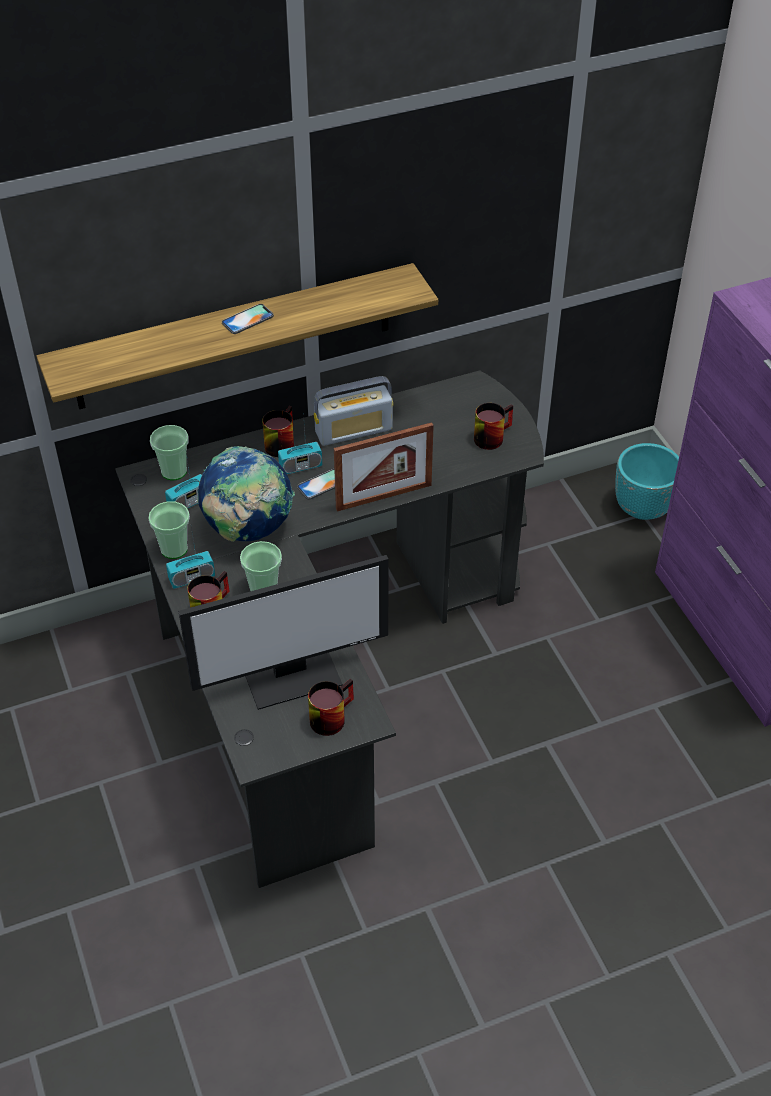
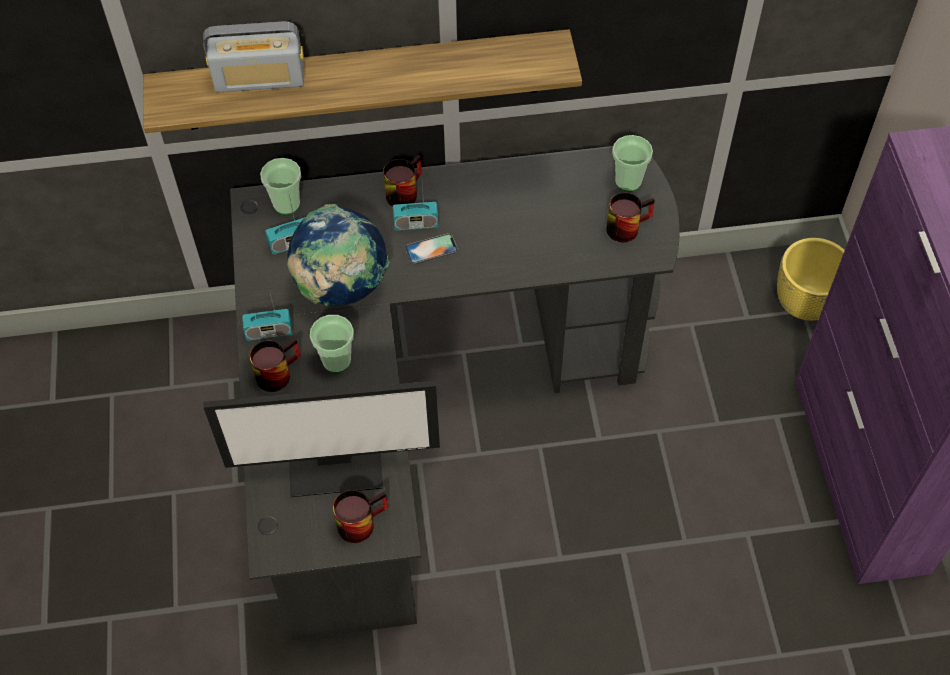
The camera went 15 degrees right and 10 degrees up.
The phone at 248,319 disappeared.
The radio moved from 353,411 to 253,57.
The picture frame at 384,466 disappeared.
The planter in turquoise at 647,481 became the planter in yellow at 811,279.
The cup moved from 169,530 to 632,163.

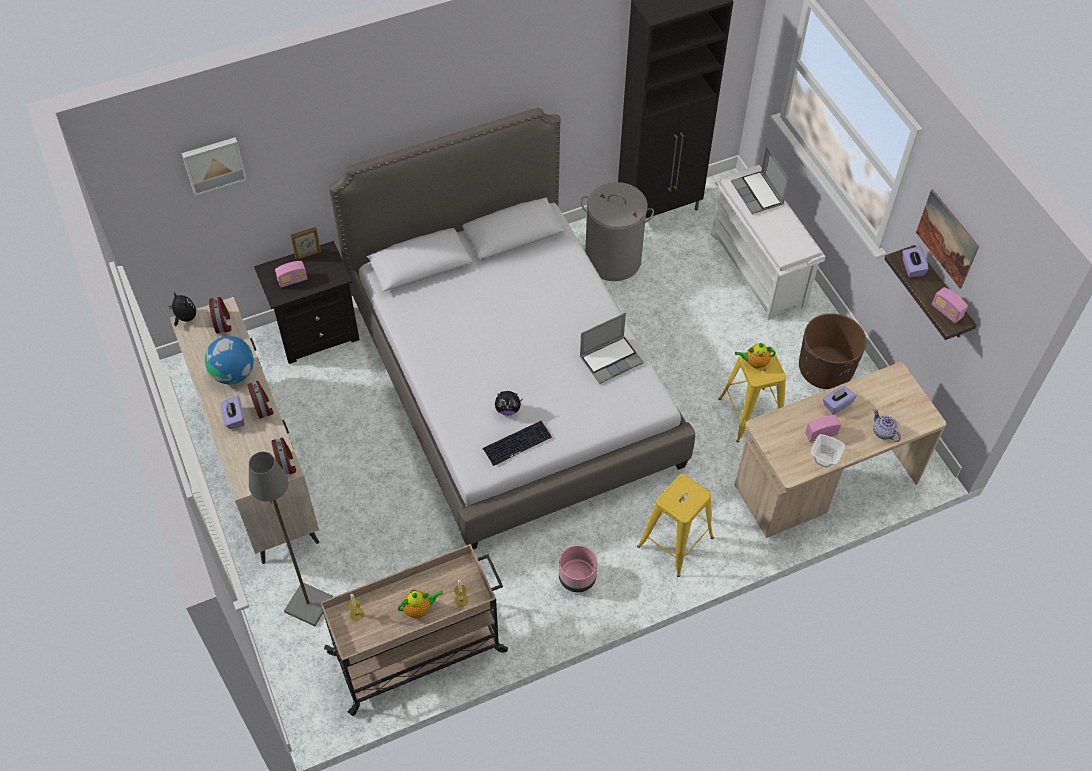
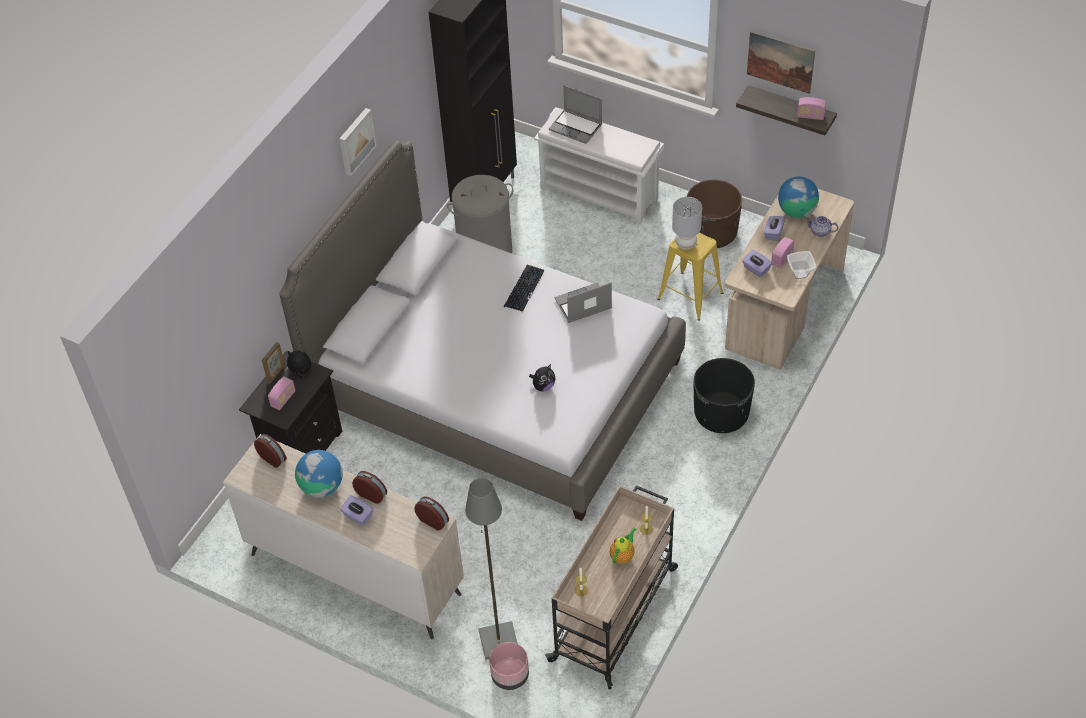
The camera went 35 degrees left and 5 degrees down.
The picture moved from 214,166 to 358,142.
The tissue box in purple moved from 915,261 to 757,263.
The plush toy moved from 182,308 to 297,364.
The laptop at 611,348 turned 135 degrees counterclockwise.
The teapot at 755,355 was replaced by the table lamp in grey at 687,223.
The keyboard moved from 517,443 to 524,288.
The stool in yellow at 675,525 was replaced by the planter in black at 724,395.
The planter in pink moved from 578,568 to 509,666.
The globe at 798,197 appeared.

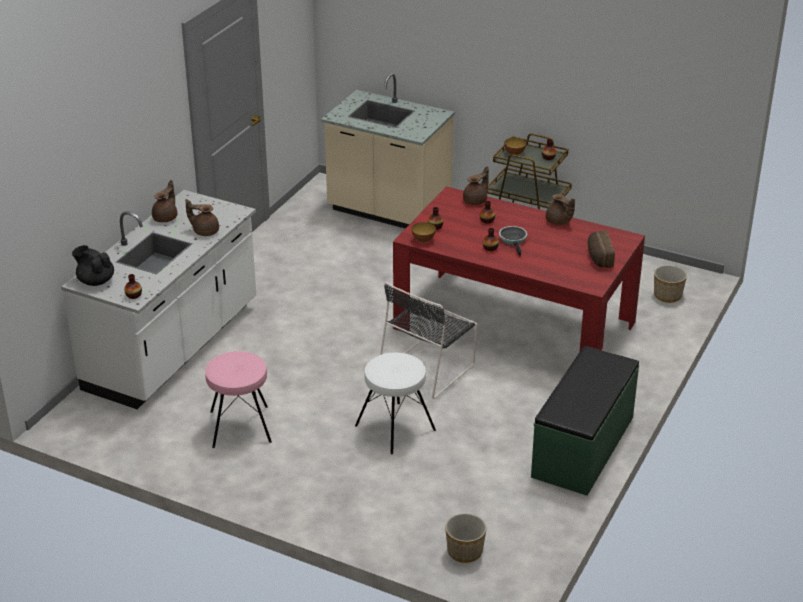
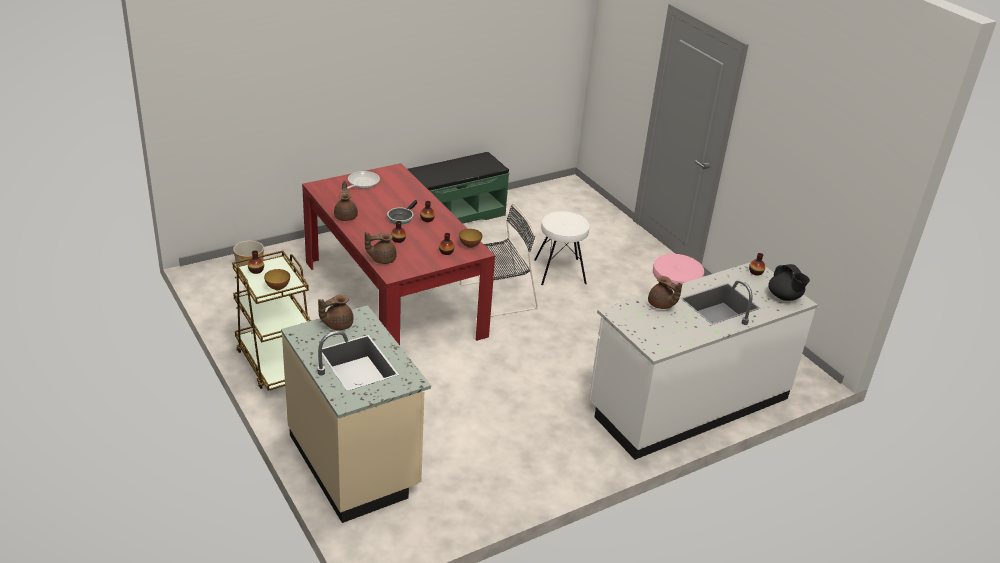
The camera went 150 degrees left and 0 degrees up.
The teapot in brown moved from 164,201 to 336,312.
The bread at 601,249 was replaced by the frying pan at 360,181.
The planter at 465,538 disappeared.

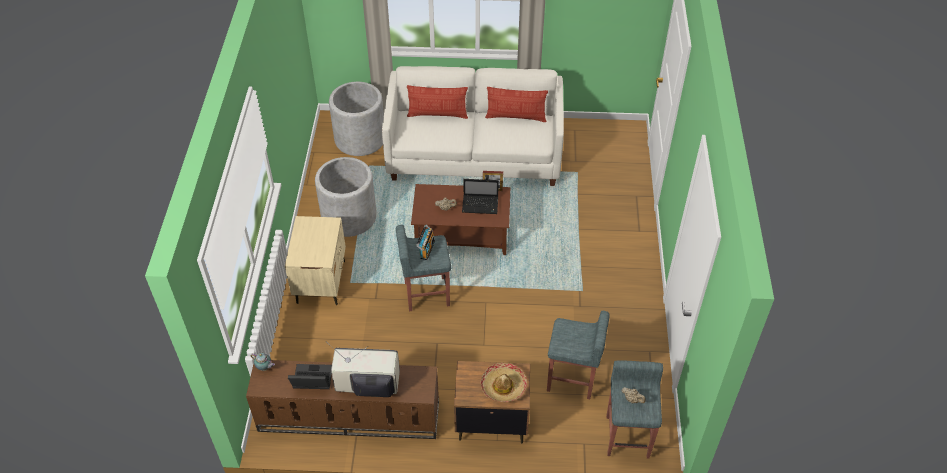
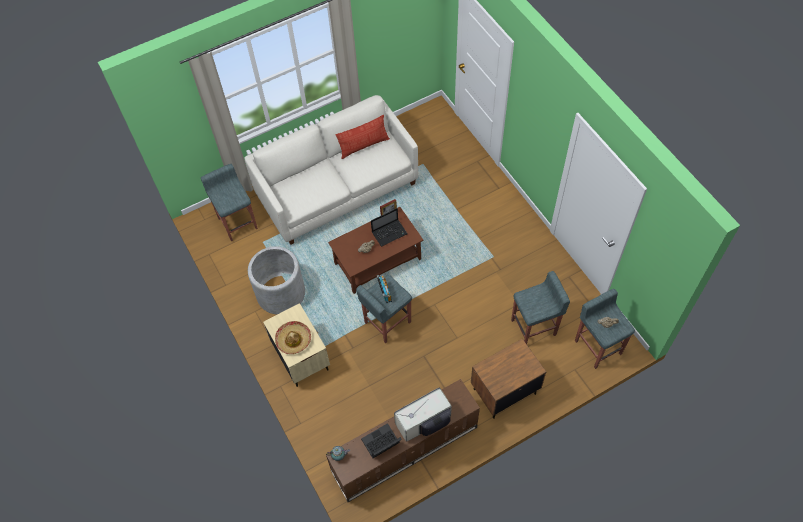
The camera went 30 degrees left and 10 degrees up.
The planter in grey at 356,119 was replaced by the stool in grey at 229,202.
The pillow at 437,102 disappeared.
The hat moved from 504,382 to 293,337.

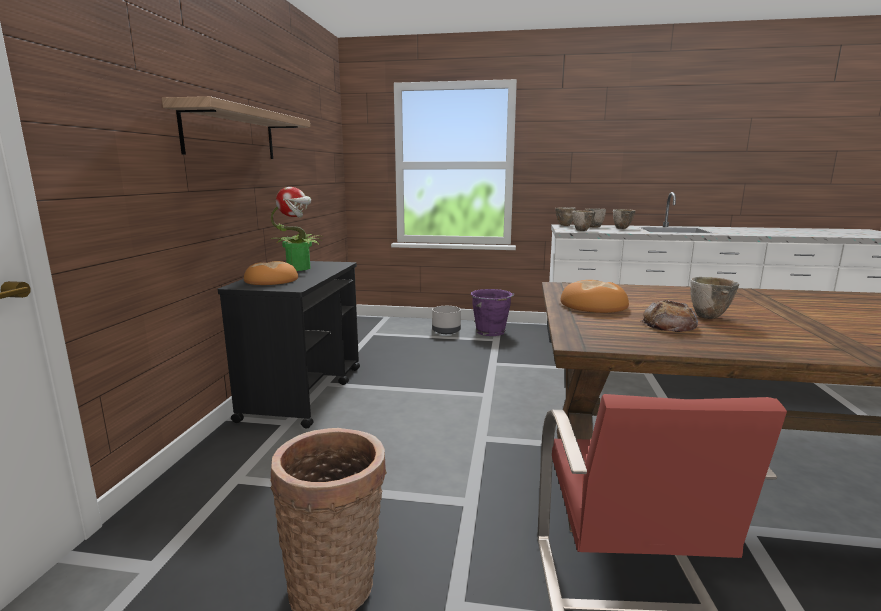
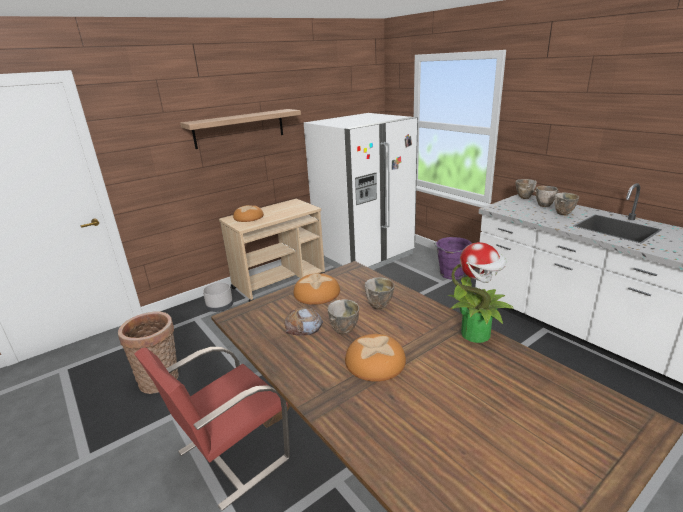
The camera went 45 degrees right and 10 degrees up.
The potted plant moved from 297,229 to 481,292.
The bowl moved from 584,220 to 379,293.
The cart in black at 289,345 became the cart in beige at 272,250.
The planter in grey moved from 446,320 to 218,297.
The fridge in white at 361,191 appeared.
The bread at 375,358 appeared.

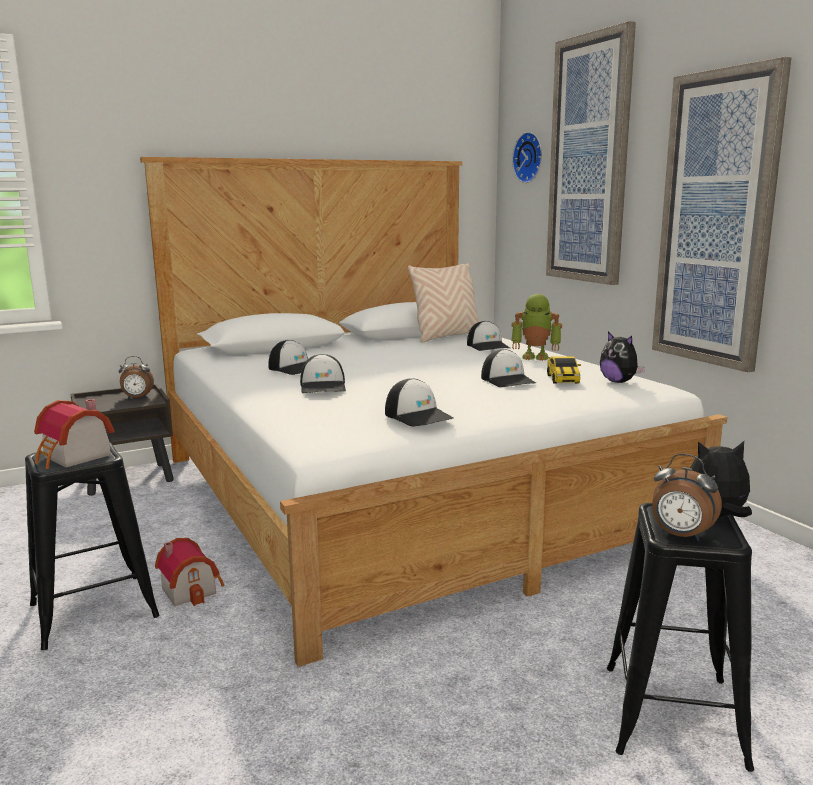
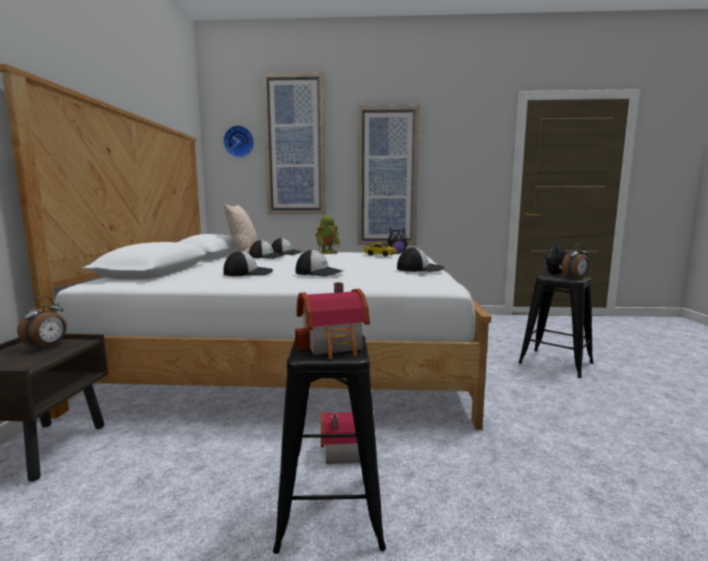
The camera went 60 degrees left and 5 degrees down.
The cap moved from 508,368 to 266,249.

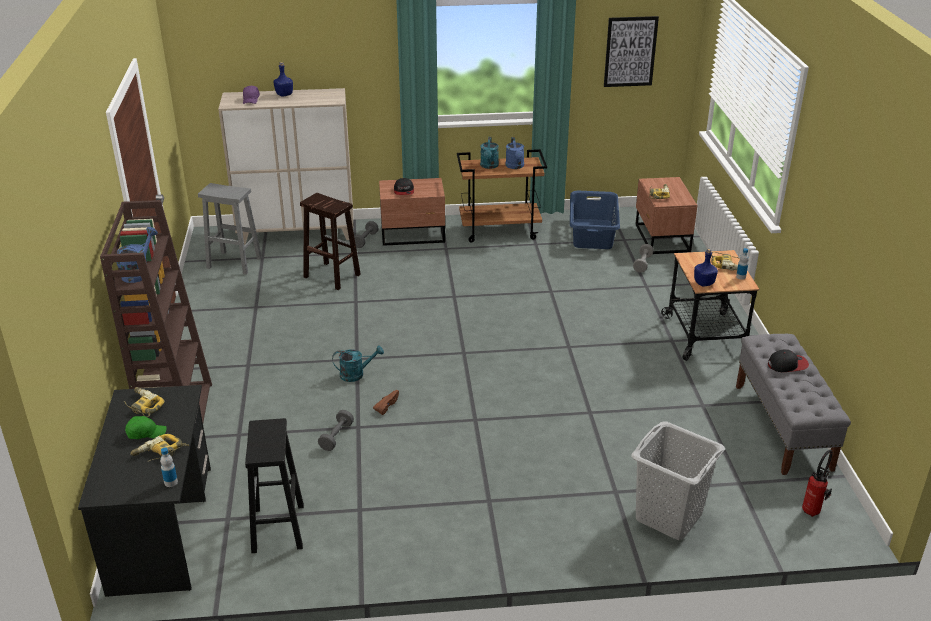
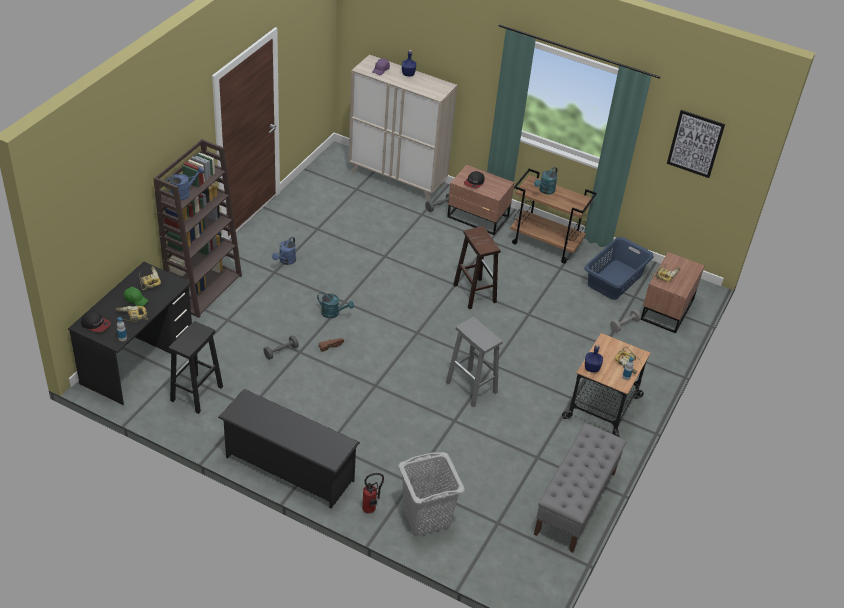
The camera went 30 degrees right and 10 degrees up.
The watering can in blue moved from 514,153 to 284,251.
The stool in grey moved from 230,229 to 474,362.
The stool in brown moved from 330,241 to 477,267.
The cap moved from 788,361 to 96,321.
The fire extinguisher moved from 817,483 to 373,493.
The shoe rack in black at 289,449 appeared.

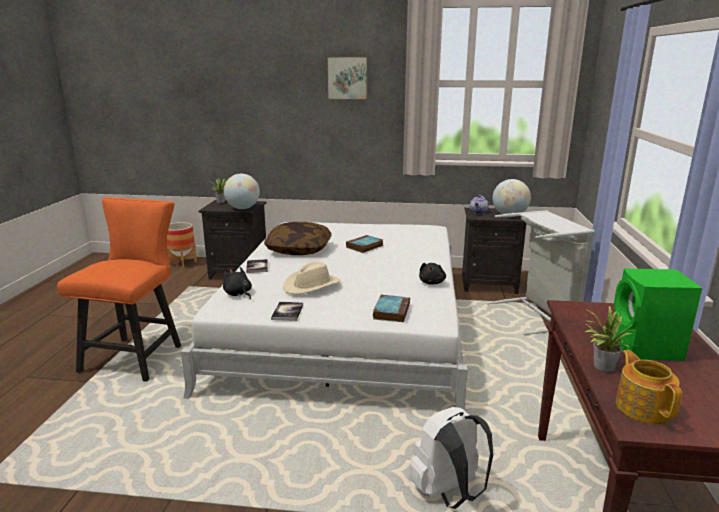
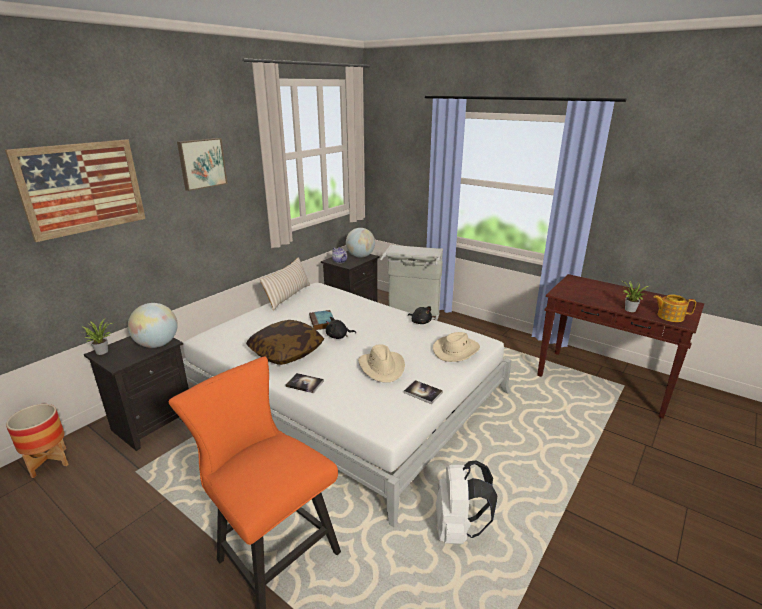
The camera went 60 degrees left and 5 degrees up.
The plush toy in black moved from 237,283 to 341,328.
The speaker in green at 657,314 disappeared.
The book at 391,308 was replaced by the hat in beige at 456,347.
The backpack in white moved from 451,458 to 466,502.
The picture at 75,190 appeared.
The pillow in beige at 285,284 appeared.

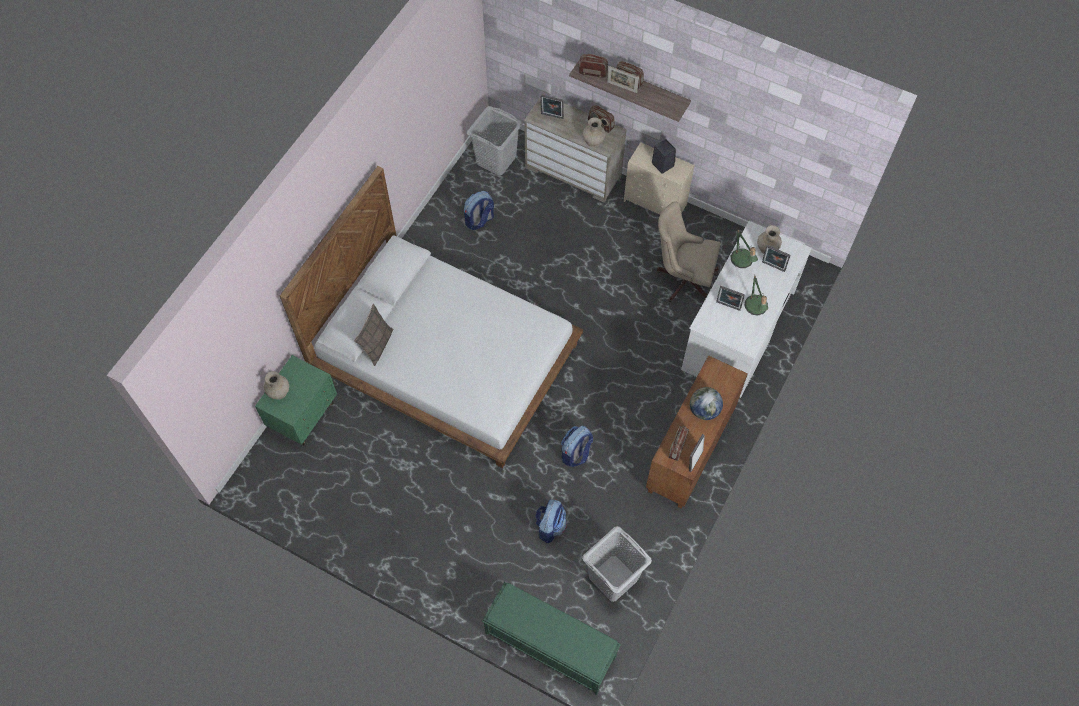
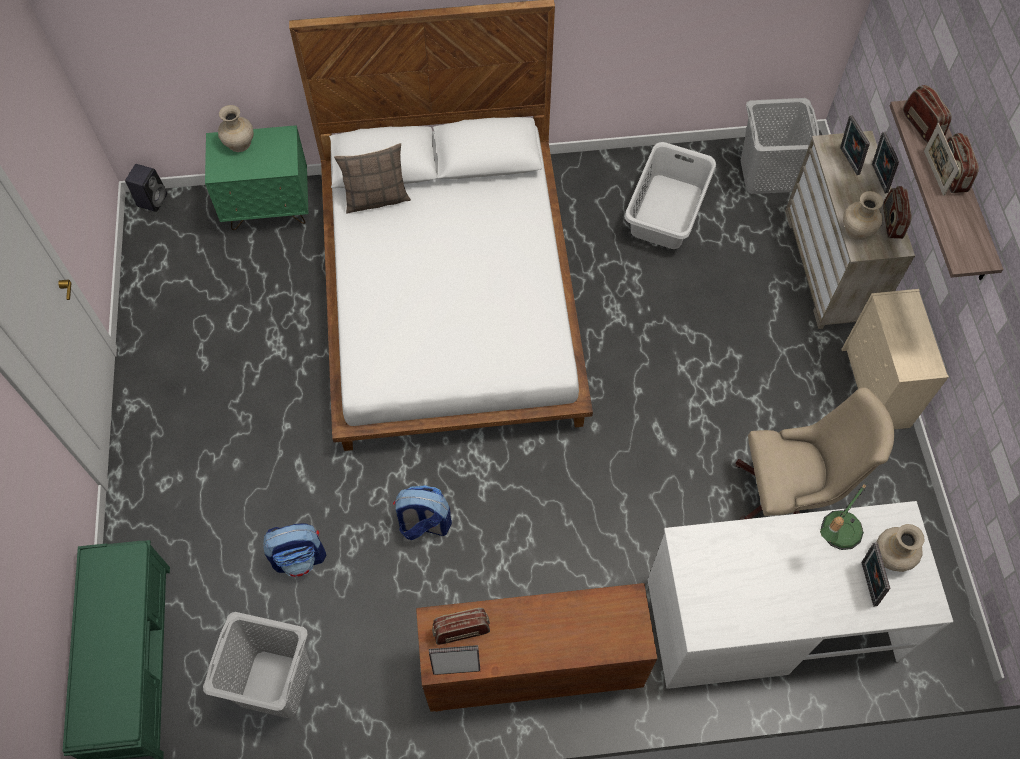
The camera went 55 degrees right and 0 degrees up.
The speaker in black moved from 664,156 to 146,188.
The backpack at 479,210 was replaced by the laundry basket in grey at 670,195.
The office chair in beige at 688,251 turned 105 degrees clockwise.
The table lamp at 756,295 disappeared.
The picture frame moved from 730,298 to 885,163.
The globe at 706,403 disappeared.

